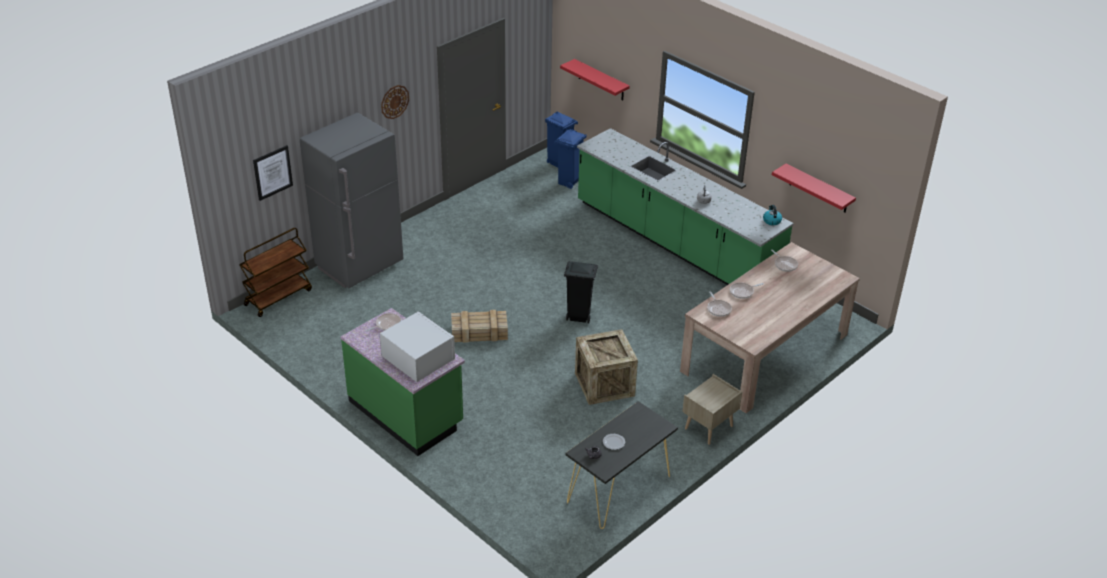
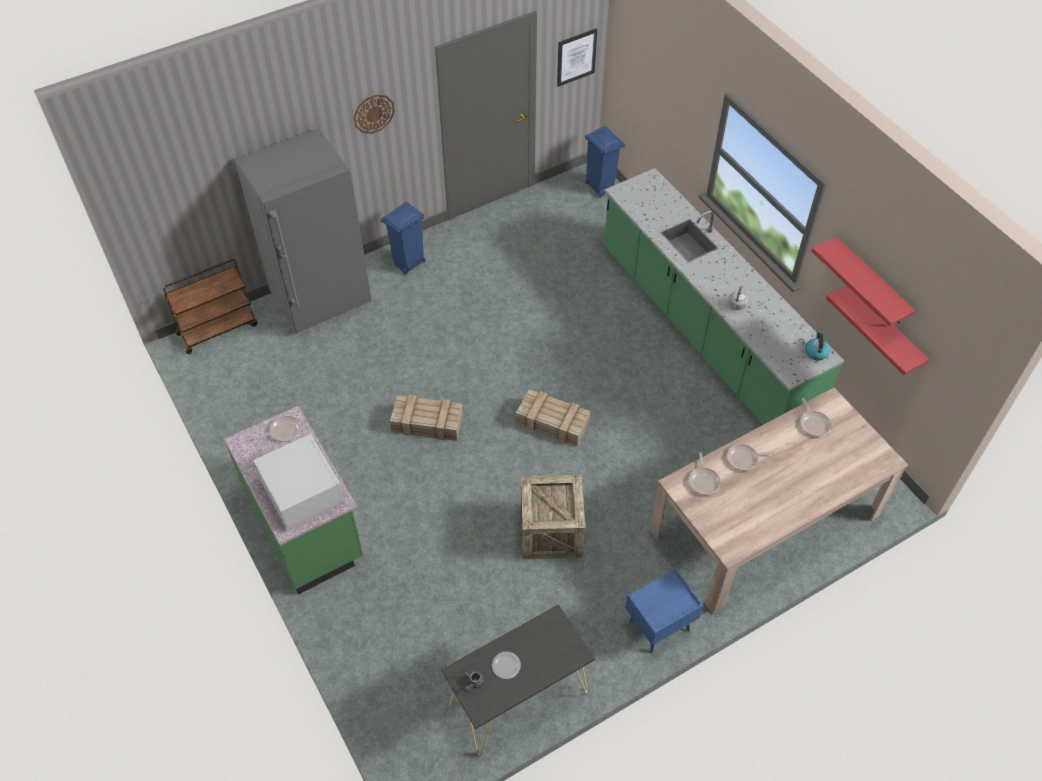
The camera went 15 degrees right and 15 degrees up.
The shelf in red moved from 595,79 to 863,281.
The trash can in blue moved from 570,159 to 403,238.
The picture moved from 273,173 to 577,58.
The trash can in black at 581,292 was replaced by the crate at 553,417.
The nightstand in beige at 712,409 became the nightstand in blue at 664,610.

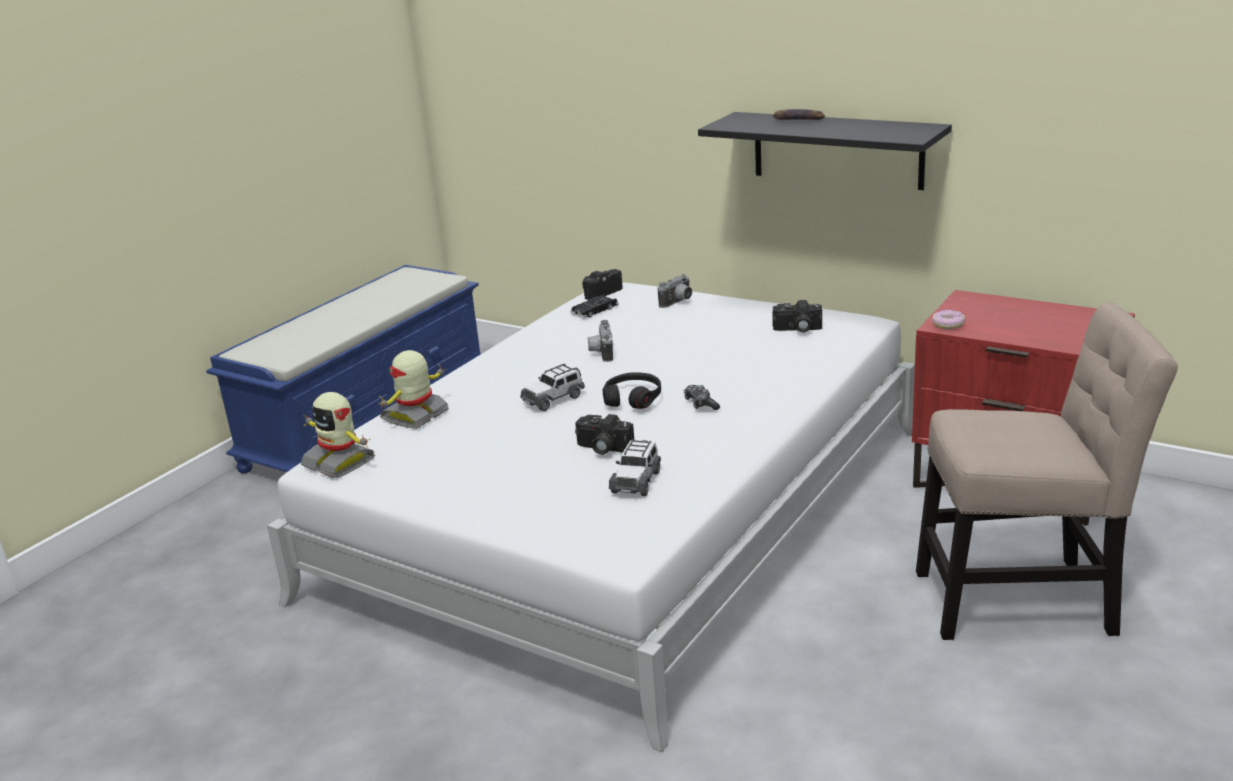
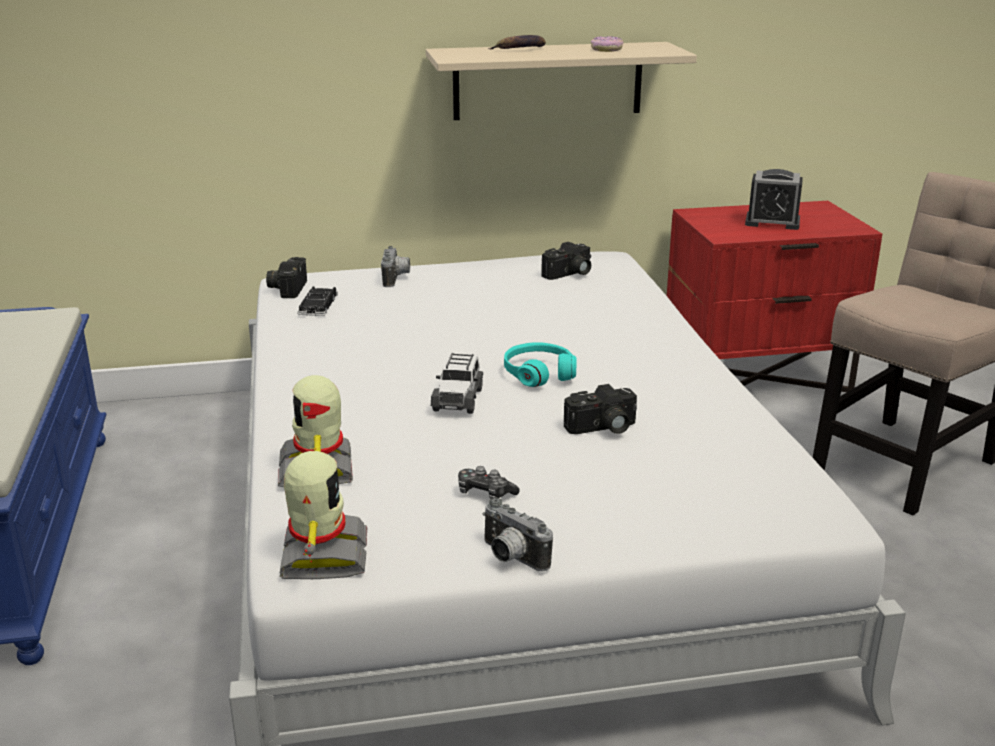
The camera went 45 degrees left and 0 degrees up.
The shelf in black at 825,151 became the shelf in beige at 561,81.
The donut moved from 948,319 to 607,44.
The photo camera moved from 600,341 to 518,535.
The headphones in black at 632,390 became the headphones in turquoise at 540,364.
The game controller moved from 702,397 to 489,482.
The toy robot at 338,435 turned 90 degrees counterclockwise.
The toy car at 635,467 disappeared.
The alarm clock at 774,199 appeared.

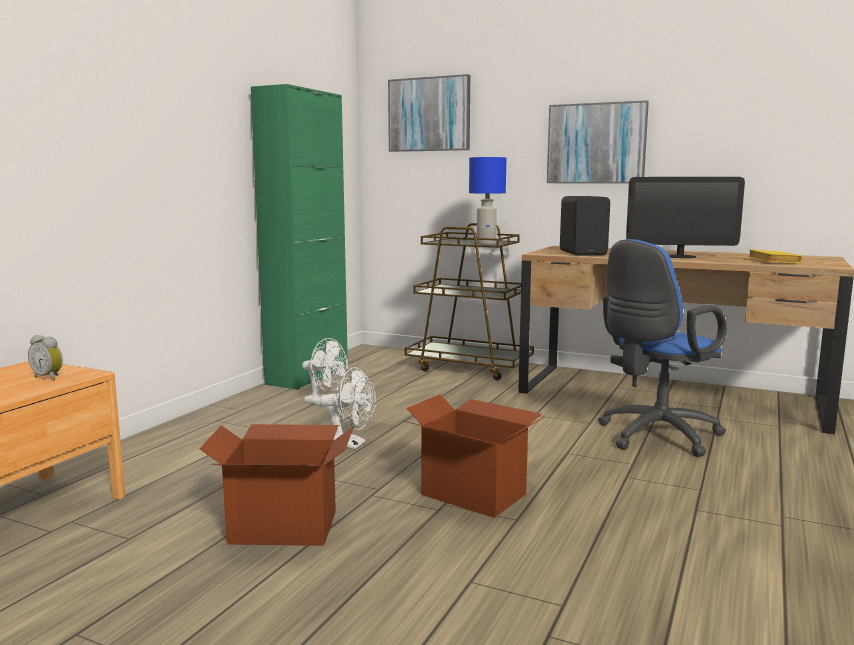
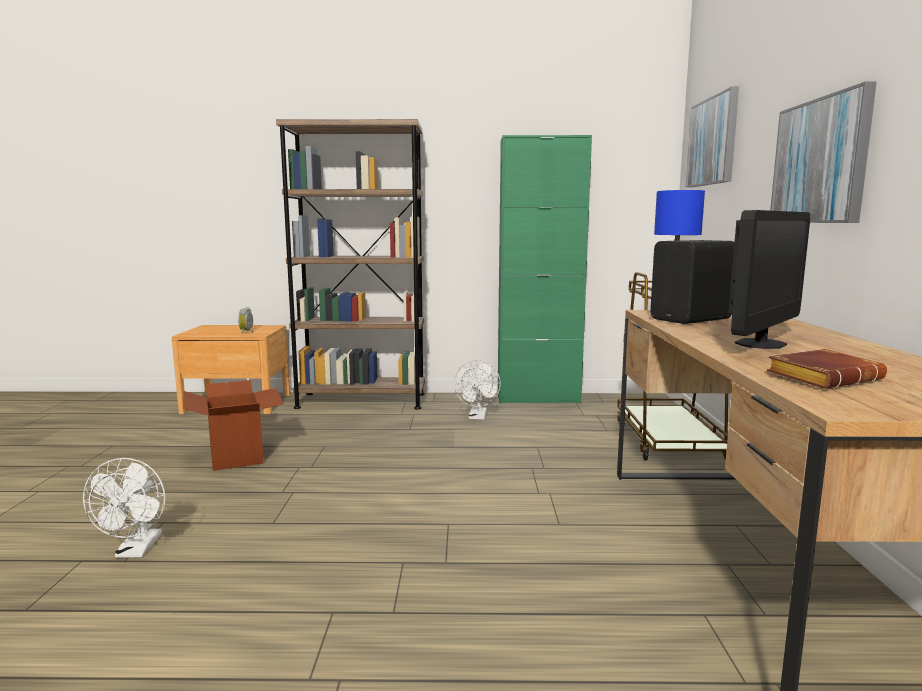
The camera went 65 degrees right and 0 degrees up.
The monitor at 685,217 turned 120 degrees counterclockwise.
The office chair in blue at 662,348 disappeared.
The book in yellow at 775,256 became the book in brown at 827,369.
The fan in white moved from 348,408 to 124,508.
The cardboard box at 475,456 disappeared.
The bookcase in brown at 350,264 appeared.

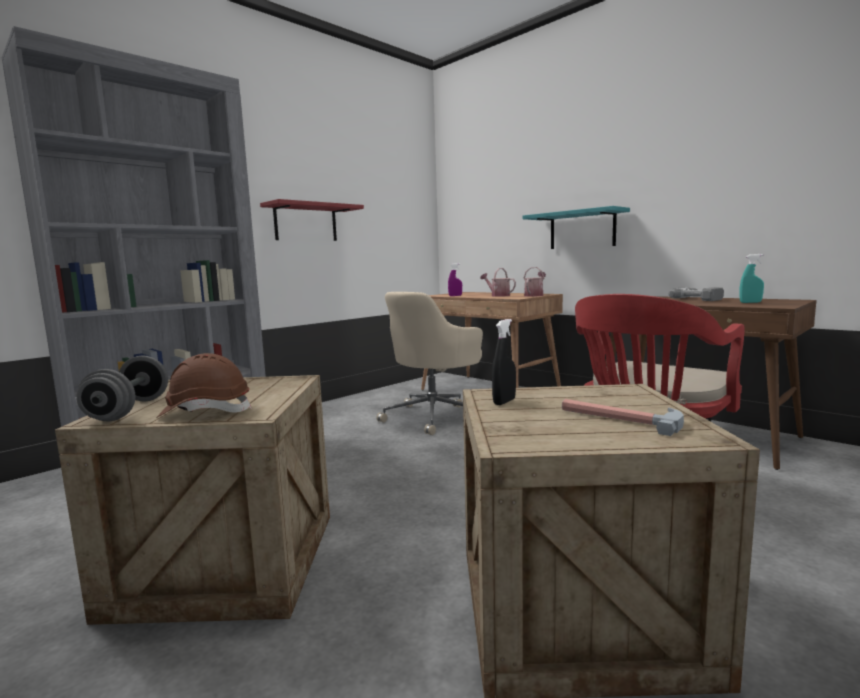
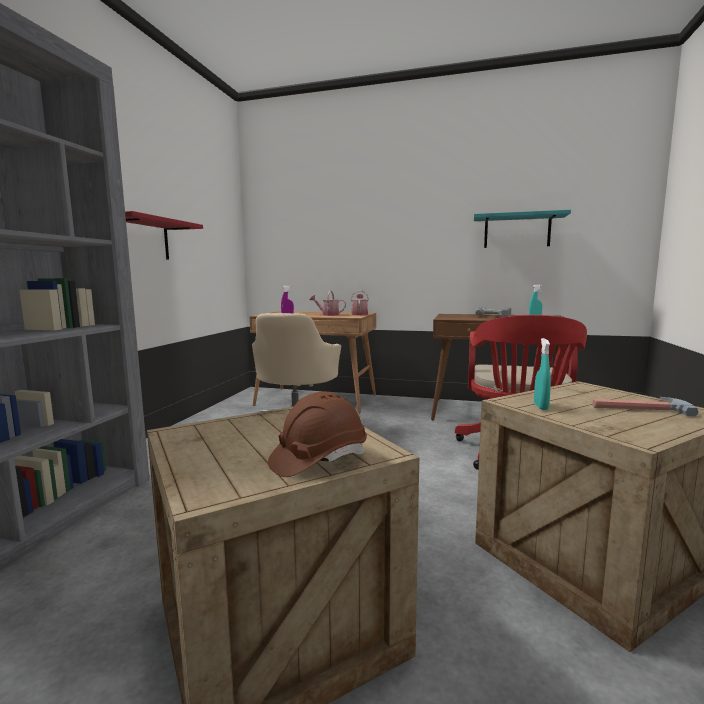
The camera went 30 degrees left and 0 degrees up.
The shelf in turquoise moved from 576,227 to 522,229.
The spray bottle in black at 504,362 became the spray bottle in turquoise at 542,374.
The dumbbell in grey at 122,388 disappeared.

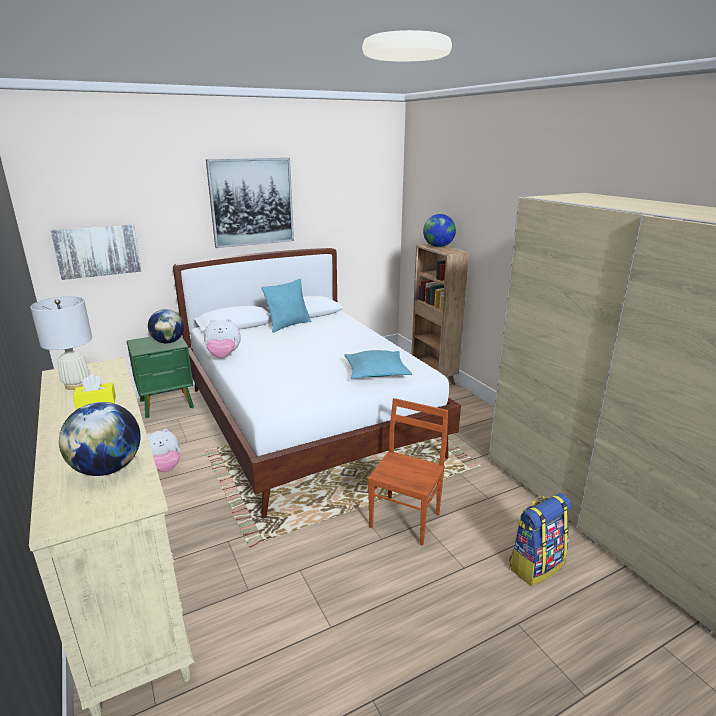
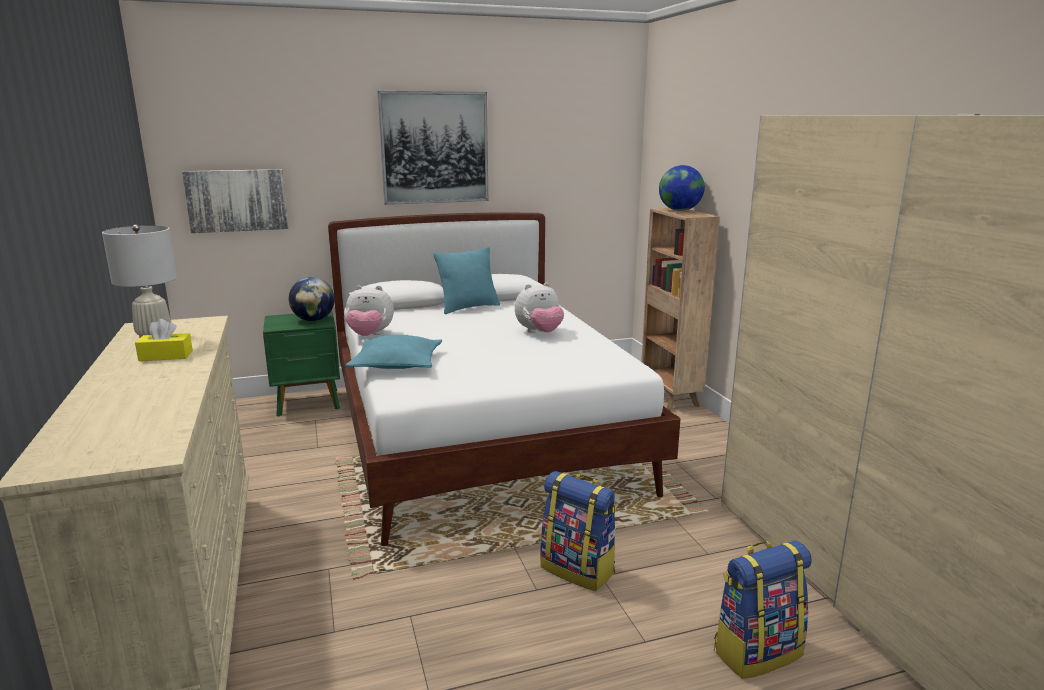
The camera went 10 degrees right and 5 degrees down.
The pillow in turquoise moved from 378,364 to 394,352.
The chair in brown at 407,472 was replaced by the backpack at 578,531.
The globe at 100,439 disappeared.
The plush toy moved from 163,450 to 539,307.

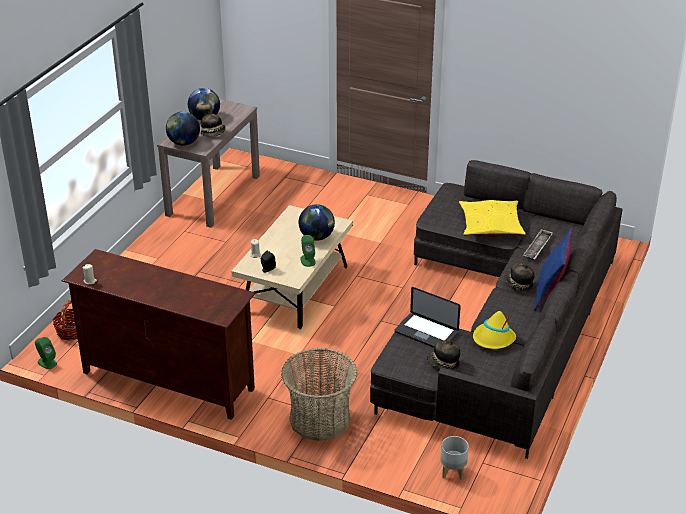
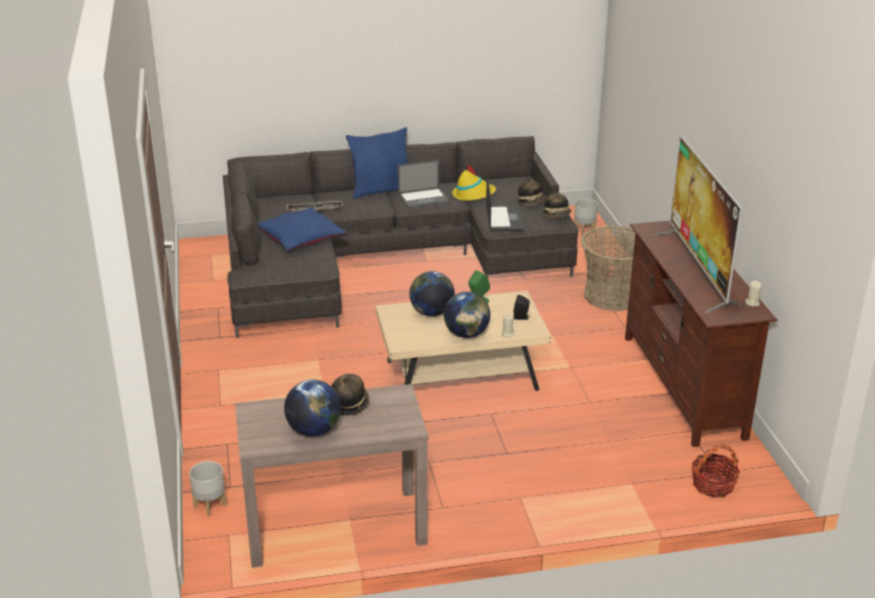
The camera went 125 degrees left and 5 degrees down.
The globe moved from 183,129 to 467,315.
The pillow in yellow at 492,218 became the pillow in blue at 302,229.
The hat moved from 519,277 to 556,204.
The speaker in green at 46,353 disappeared.
The television at 698,224 appeared.
The laptop at 424,184 appeared.
The planter in grey at 208,489 appeared.

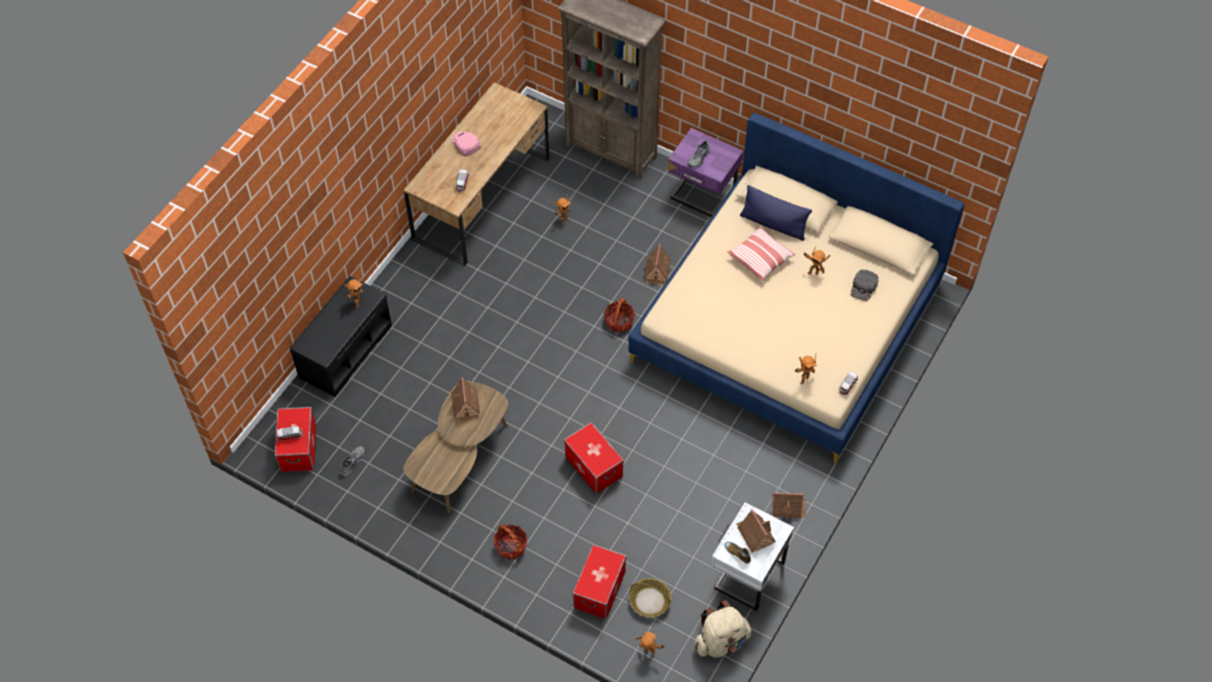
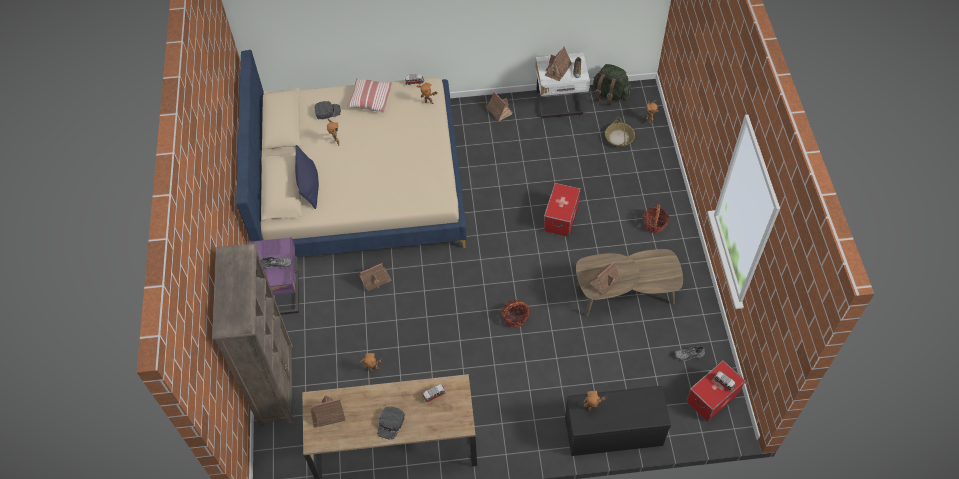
The camera went 125 degrees left and 0 degrees up.
The cap in pink at 466,143 became the cap in black at 391,423.
The pillow moved from 761,253 to 369,95.
The basket moved from 619,315 to 515,314.
The storage box at 599,581 disappeared.
The backpack in beige at 723,629 became the backpack in green at 612,84.
The toy house at 328,411 appeared.

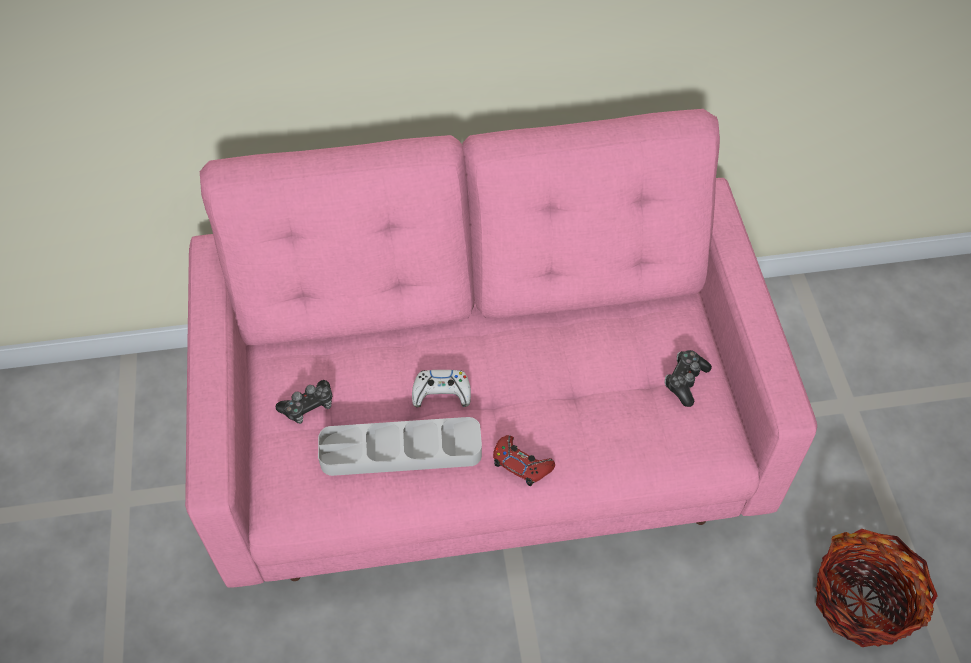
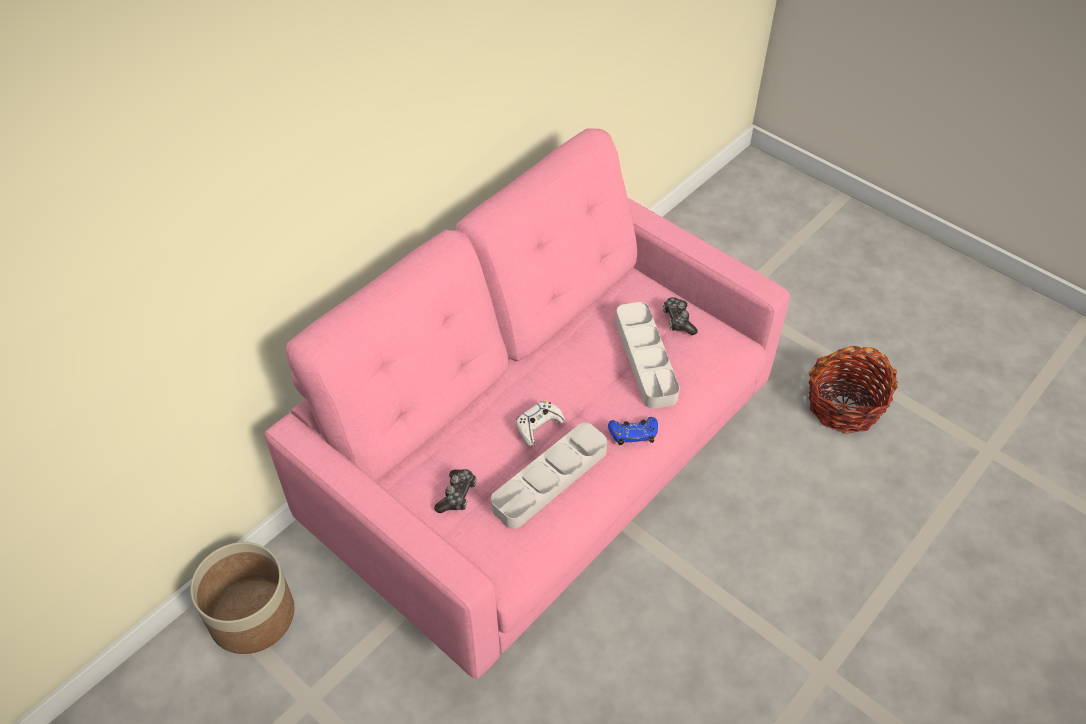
The camera went 40 degrees left and 5 degrees down.
The game controller in red at 524,460 became the game controller in blue at 633,431.
The tray in grey at 648,355 appeared.
The planter at 242,598 appeared.

